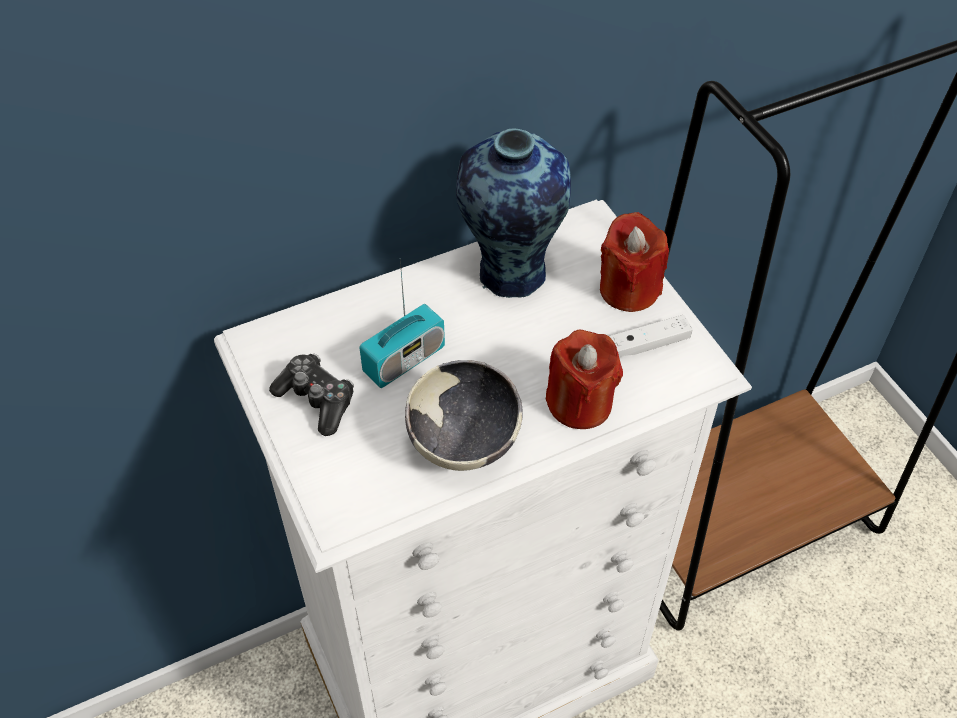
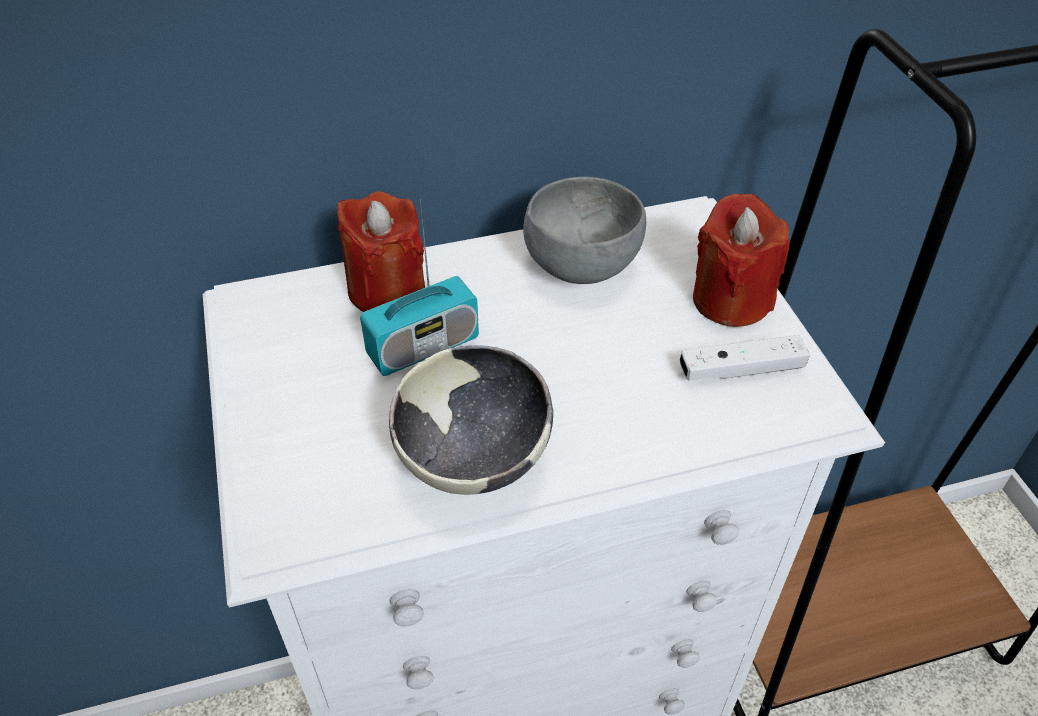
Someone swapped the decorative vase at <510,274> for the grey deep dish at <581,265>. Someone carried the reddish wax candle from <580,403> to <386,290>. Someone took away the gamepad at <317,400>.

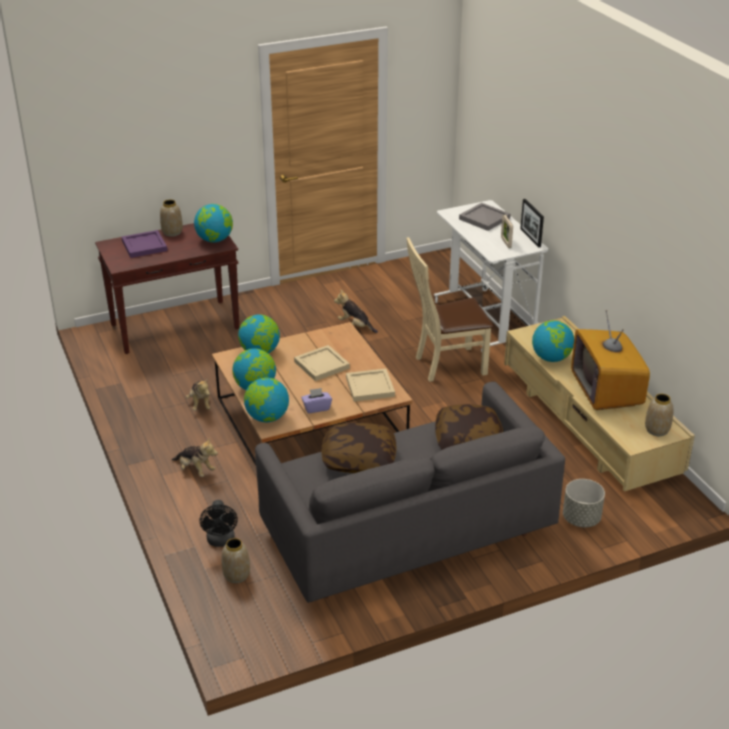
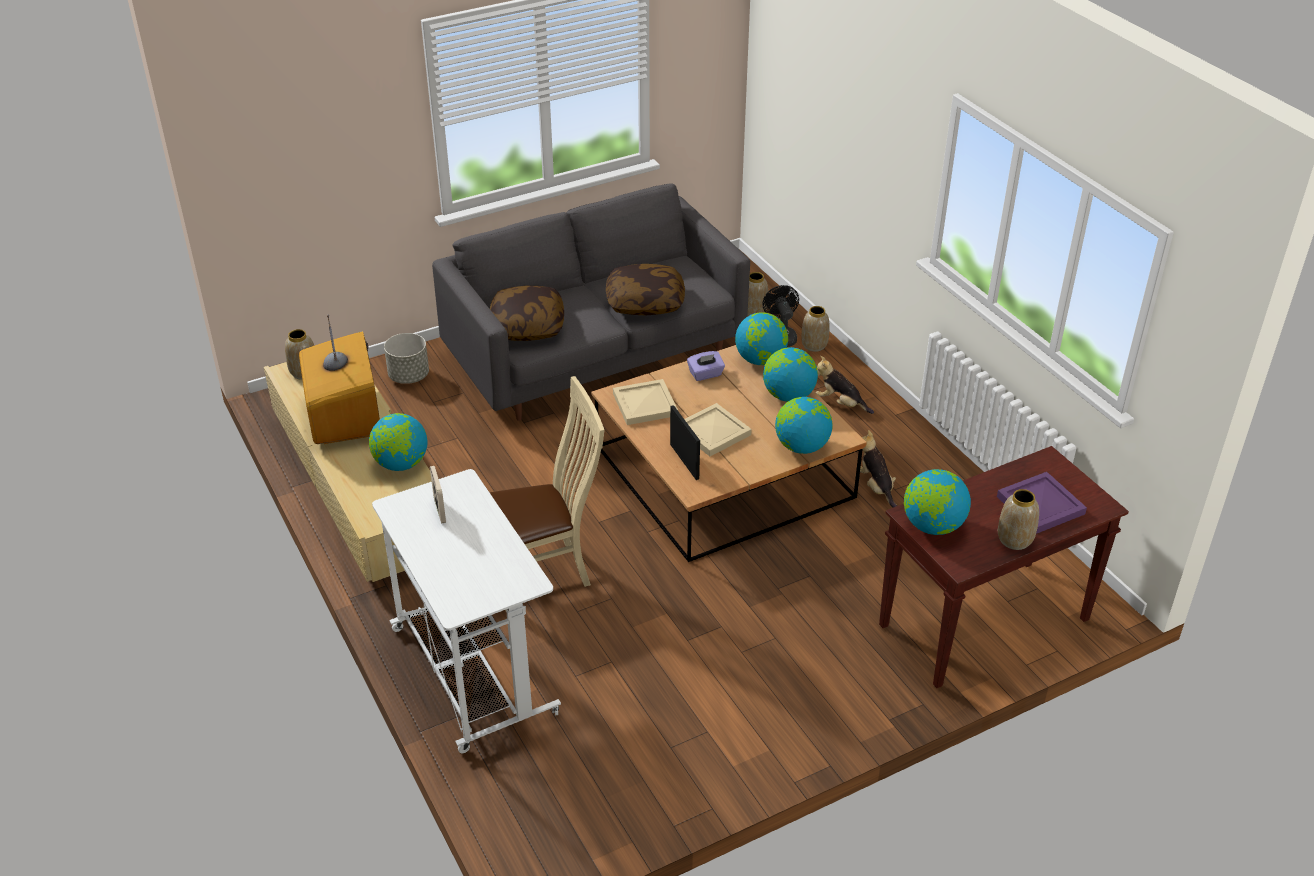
Someone carried the standing frame from <530,237> to <684,461>. Someone took away the grey tray at <483,218>. Someone took away the soft toy at <355,325>. Someone put down the decorative vase at <814,345>.

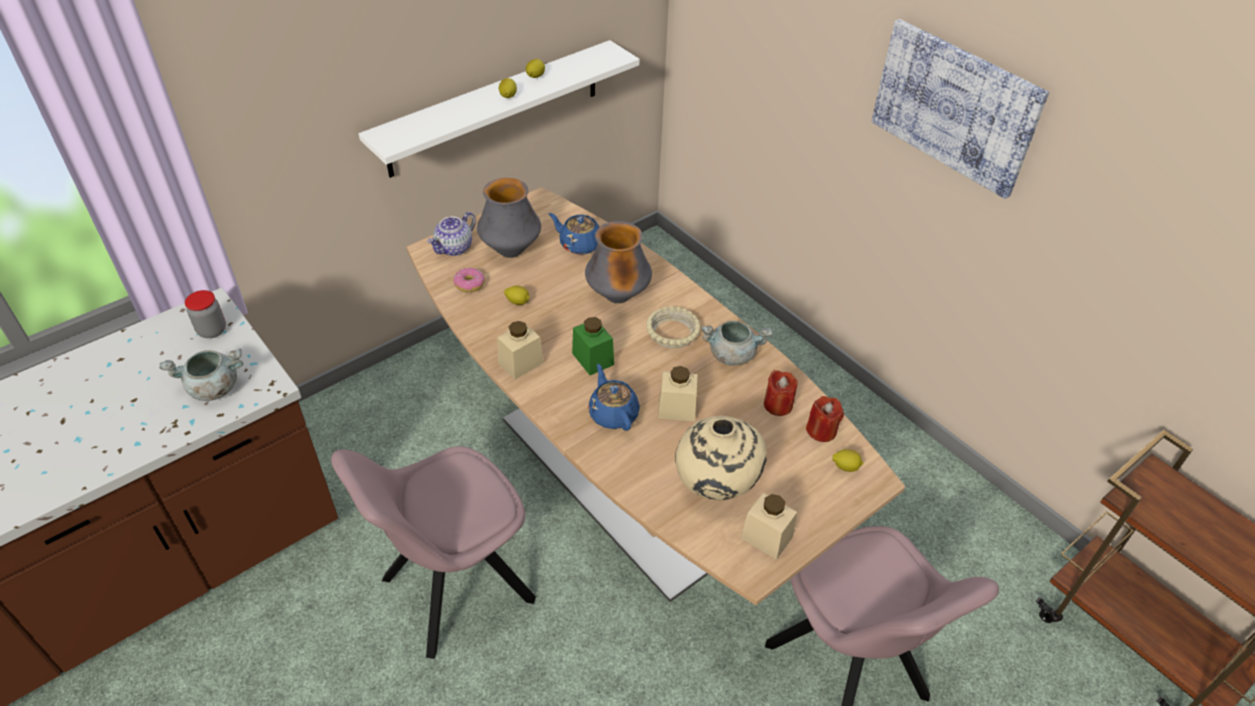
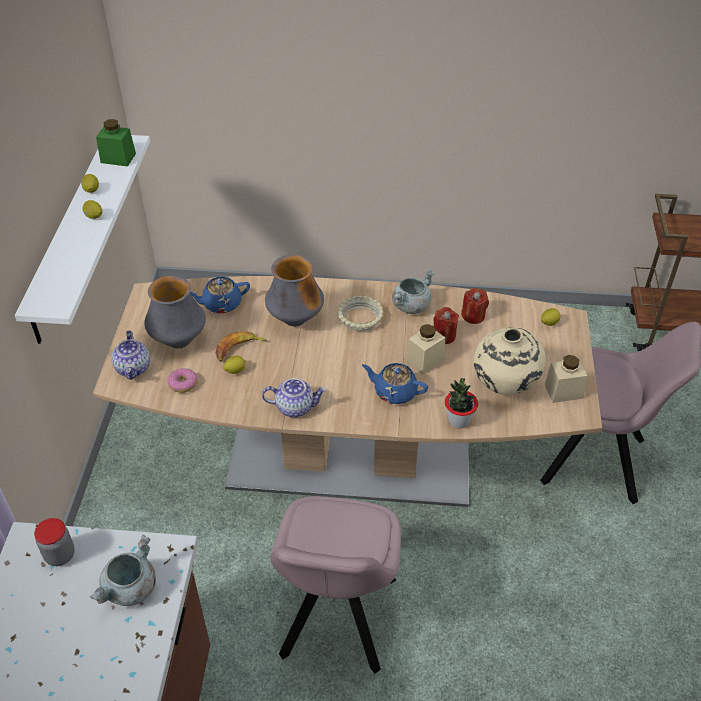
Someone took away the picture at <955,106>. Someone carried the green-coloured preserve jar from <593,359> to <118,158>. Someone swapped the beige preserve jar at <521,363> for the teapot at <295,407>. Someone carried the reddish wax candle from <821,430> to <444,336>. Someone put down the whole banana at <238,349>. Someone put down the houseplant at <458,421>.

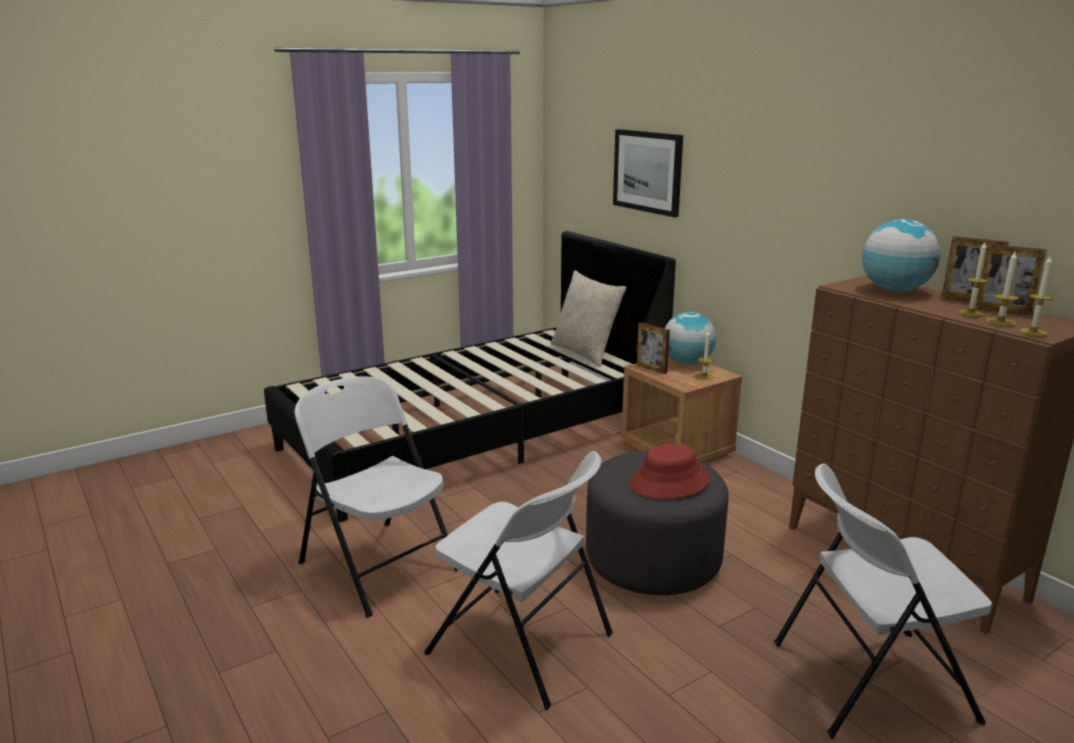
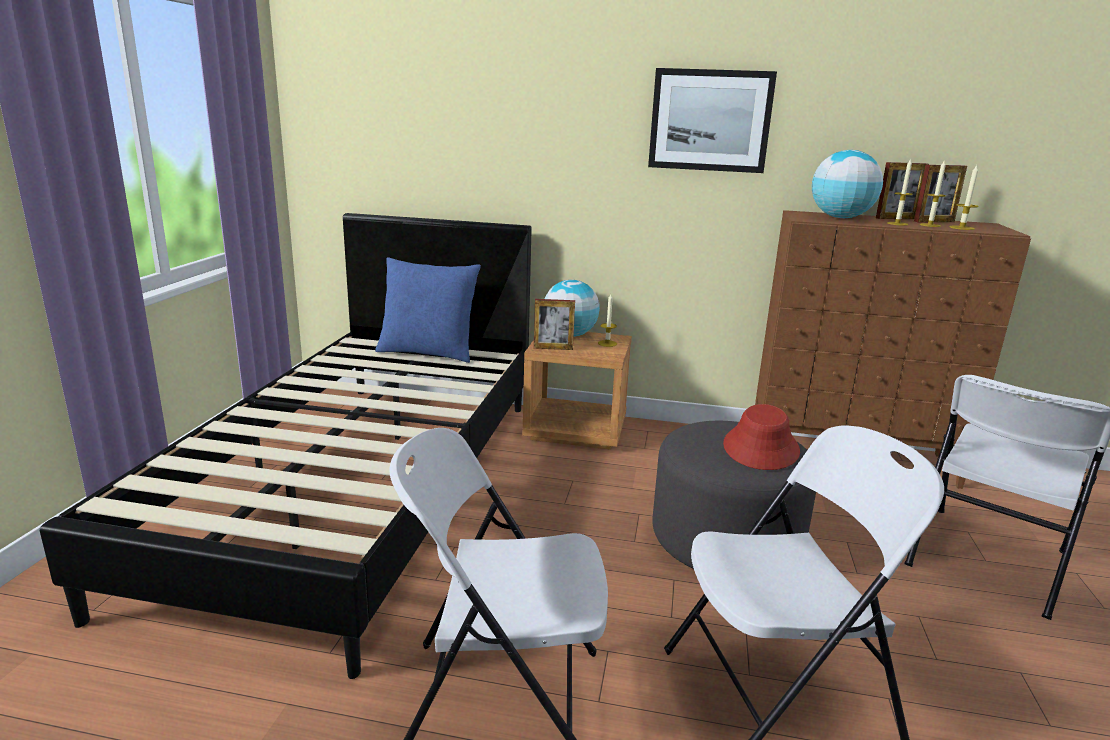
Someone carried the picture from <648,171> to <710,120>. Someone carried the wax candle from <1033,332> to <897,223>. Someone repainted the beige throw pillow at <585,353>, which became the bluish throw pillow at <428,352>.

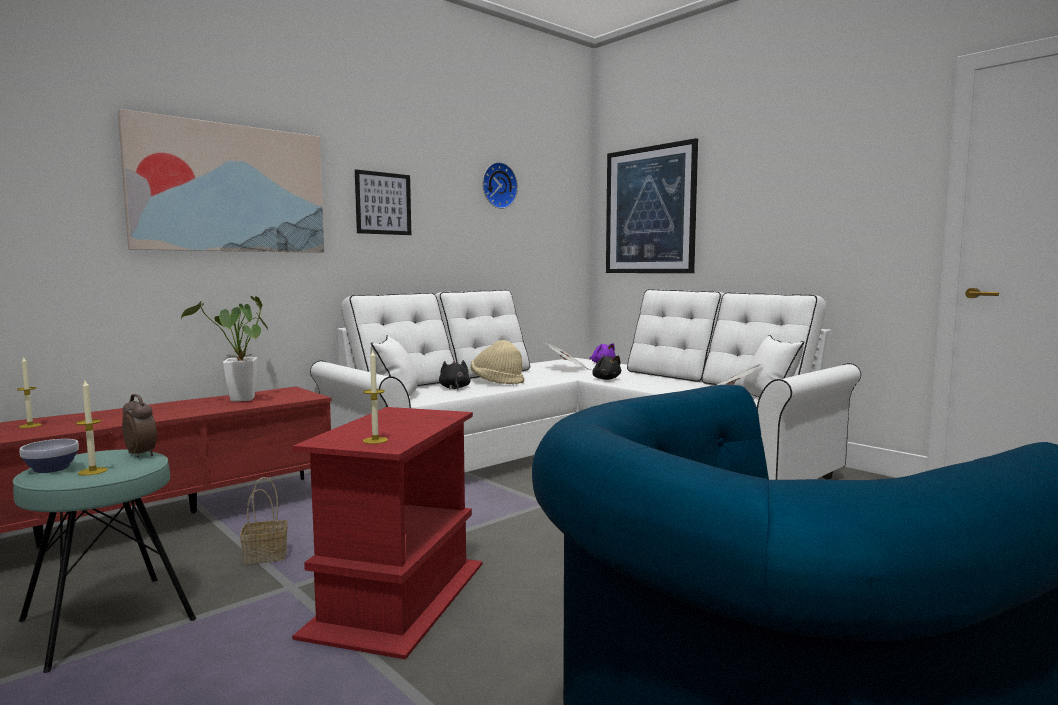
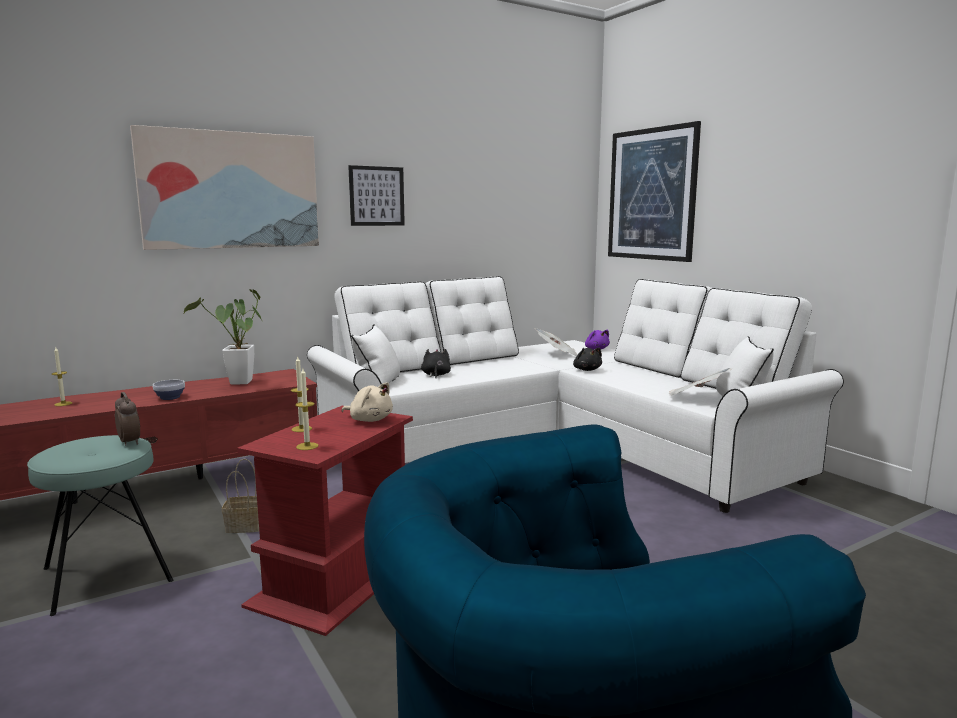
Someone took away the hanging clock at <497,185>. Someone took away the beige hat at <497,382>. Someone carried the wax candle from <93,471> to <301,429>. Someone carried the deep dish from <51,468> to <170,397>. Someone put down the beige soft toy at <369,420>.

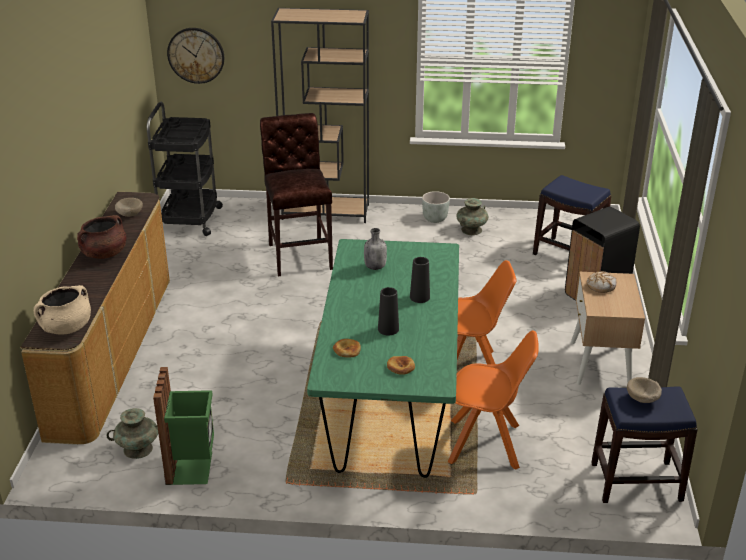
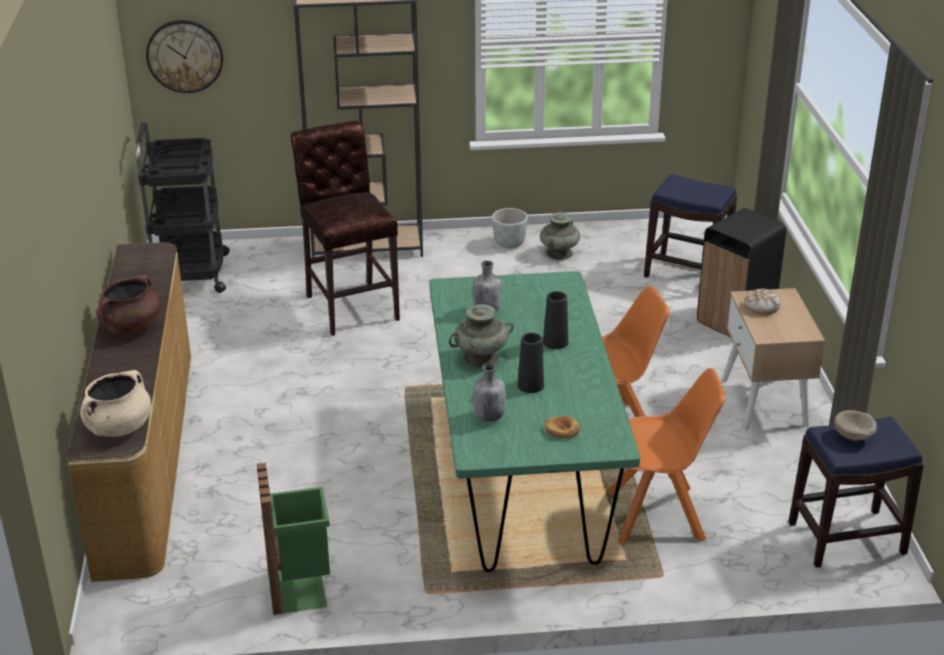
Someone took away the beige deep dish at <129,214>. Someone swapped the baked bread at <347,350> for the grey bottle at <488,416>. Someone carried the turquoise-coloured decorative vase from <138,449> to <481,358>.

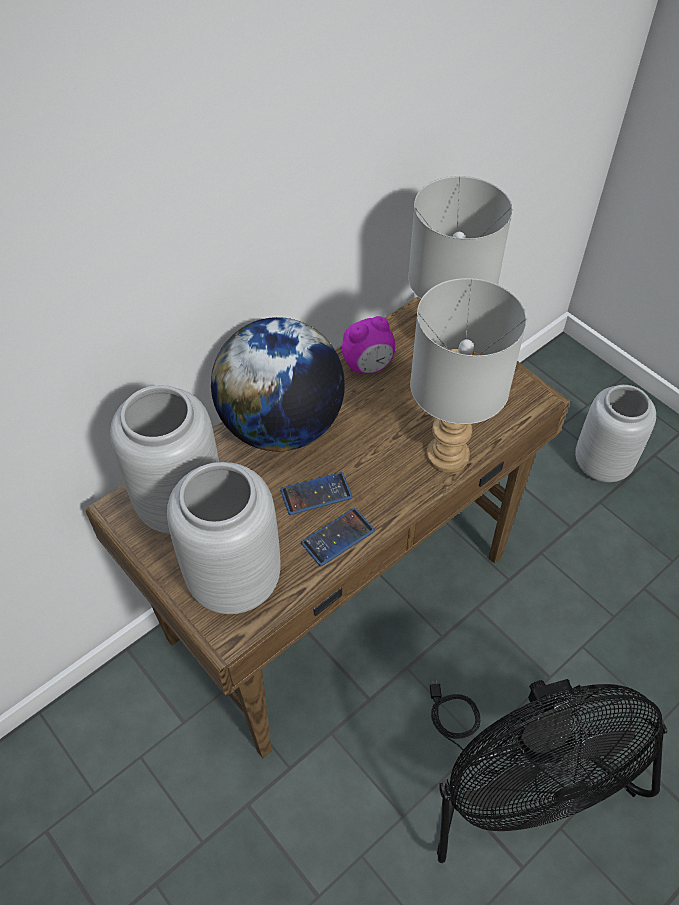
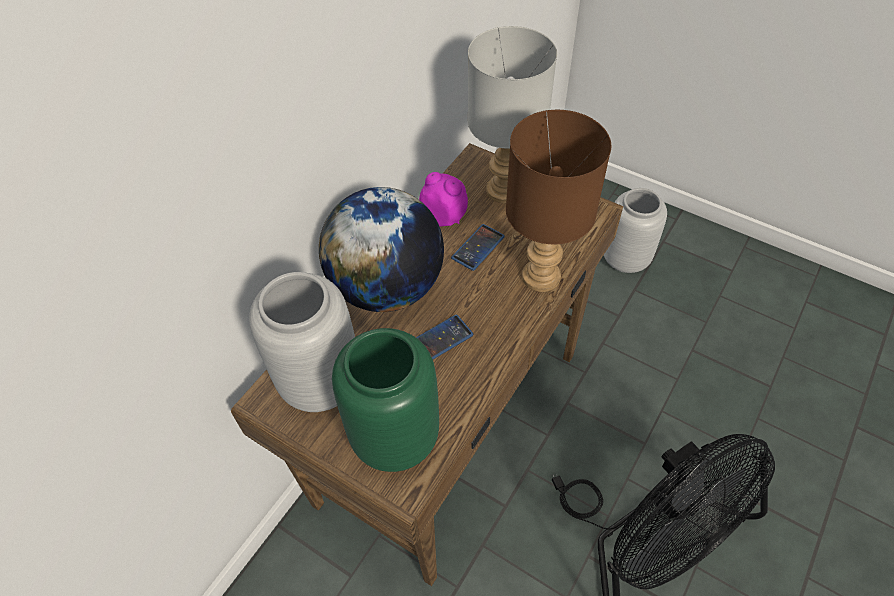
Someone repainted the grey tabletop lamp at <447,456>, which became the brown-coloured tabletop lamp at <541,278>. Someone rotated the alarm clock at <368,366> by 105 degrees counterclockwise. Someone repainted the grey decorative vase at <233,581>, which became the green-coloured decorative vase at <394,439>. Someone carried the phone from <338,537> to <478,247>.

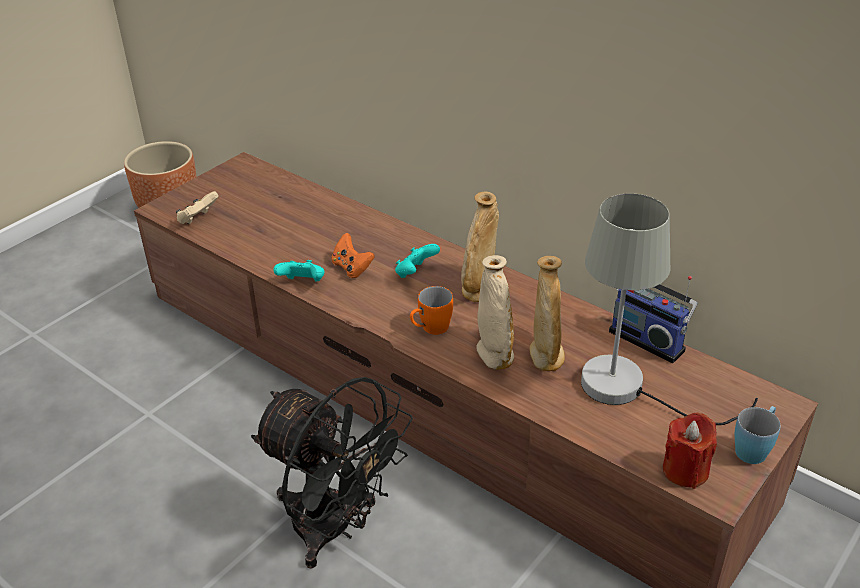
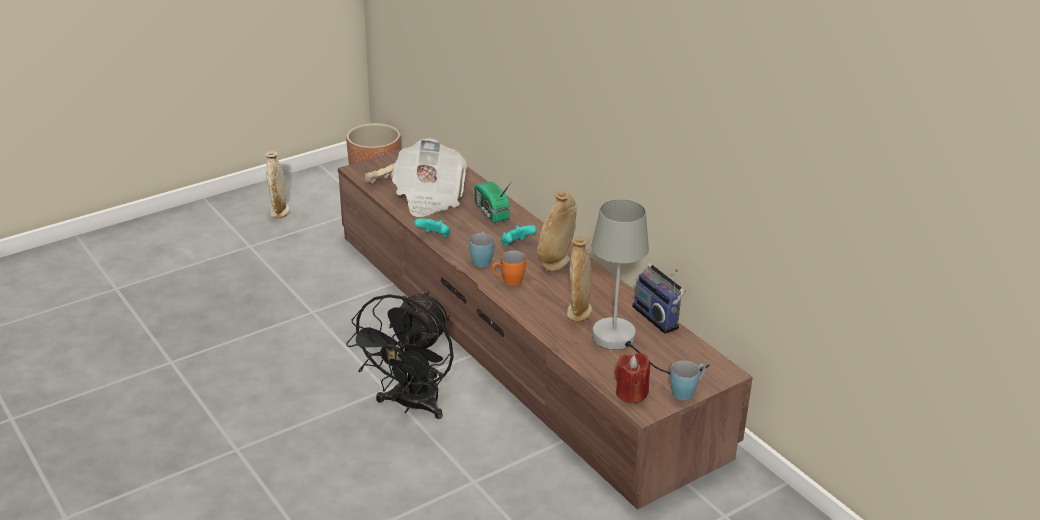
Someone took away the orange-coloured gamepad at <352,268>. Someone carried the beige decorative vase from <495,354> to <279,211>. Someone rotated the blackish electric fan at <336,529> by 60 degrees clockwise. Someone put down the daily paper at <429,197>. Someone put down the radio set at <491,212>. Someone put down the bluish tea mug at <481,259>.

